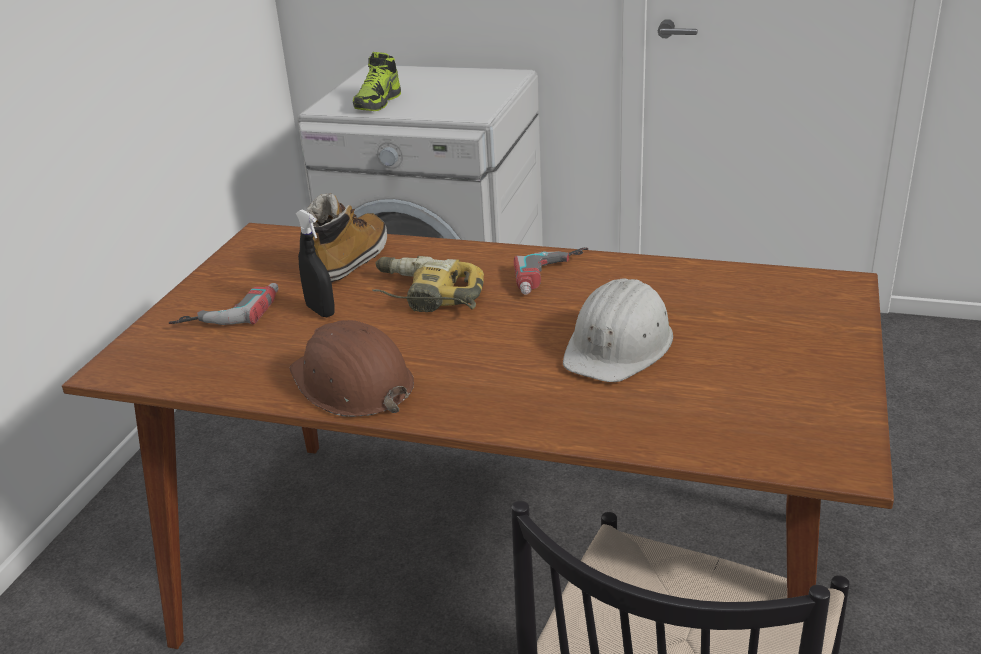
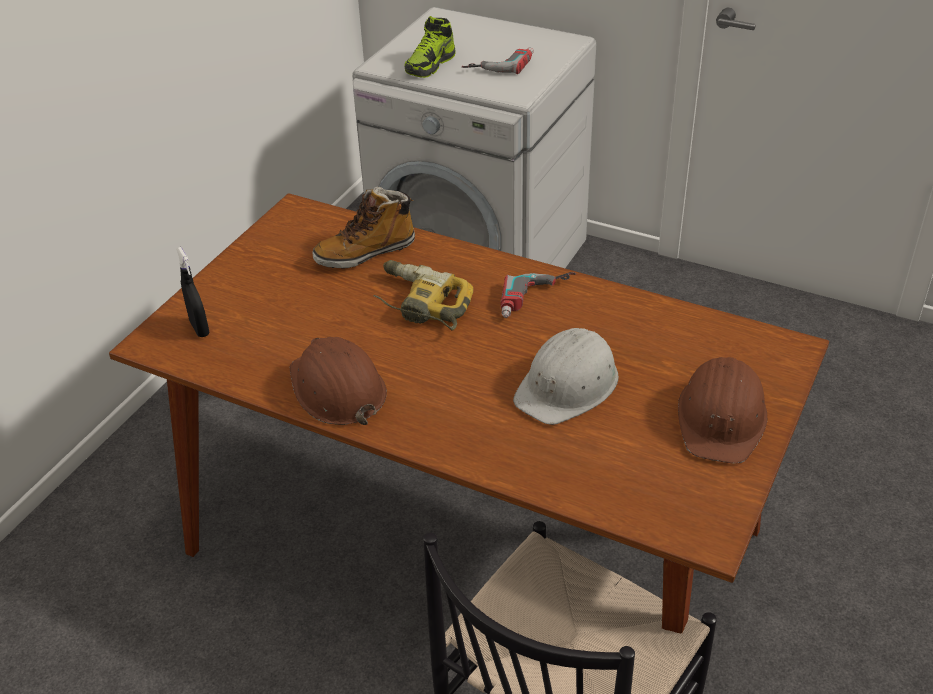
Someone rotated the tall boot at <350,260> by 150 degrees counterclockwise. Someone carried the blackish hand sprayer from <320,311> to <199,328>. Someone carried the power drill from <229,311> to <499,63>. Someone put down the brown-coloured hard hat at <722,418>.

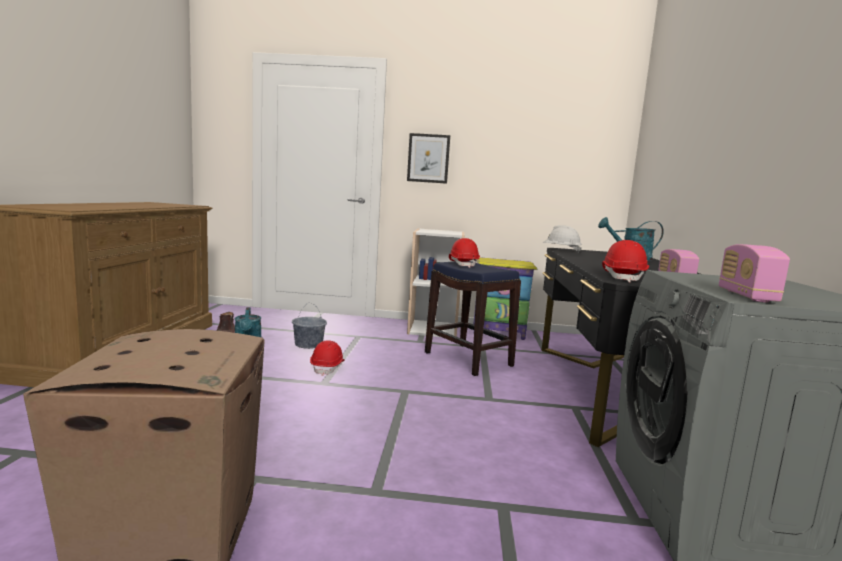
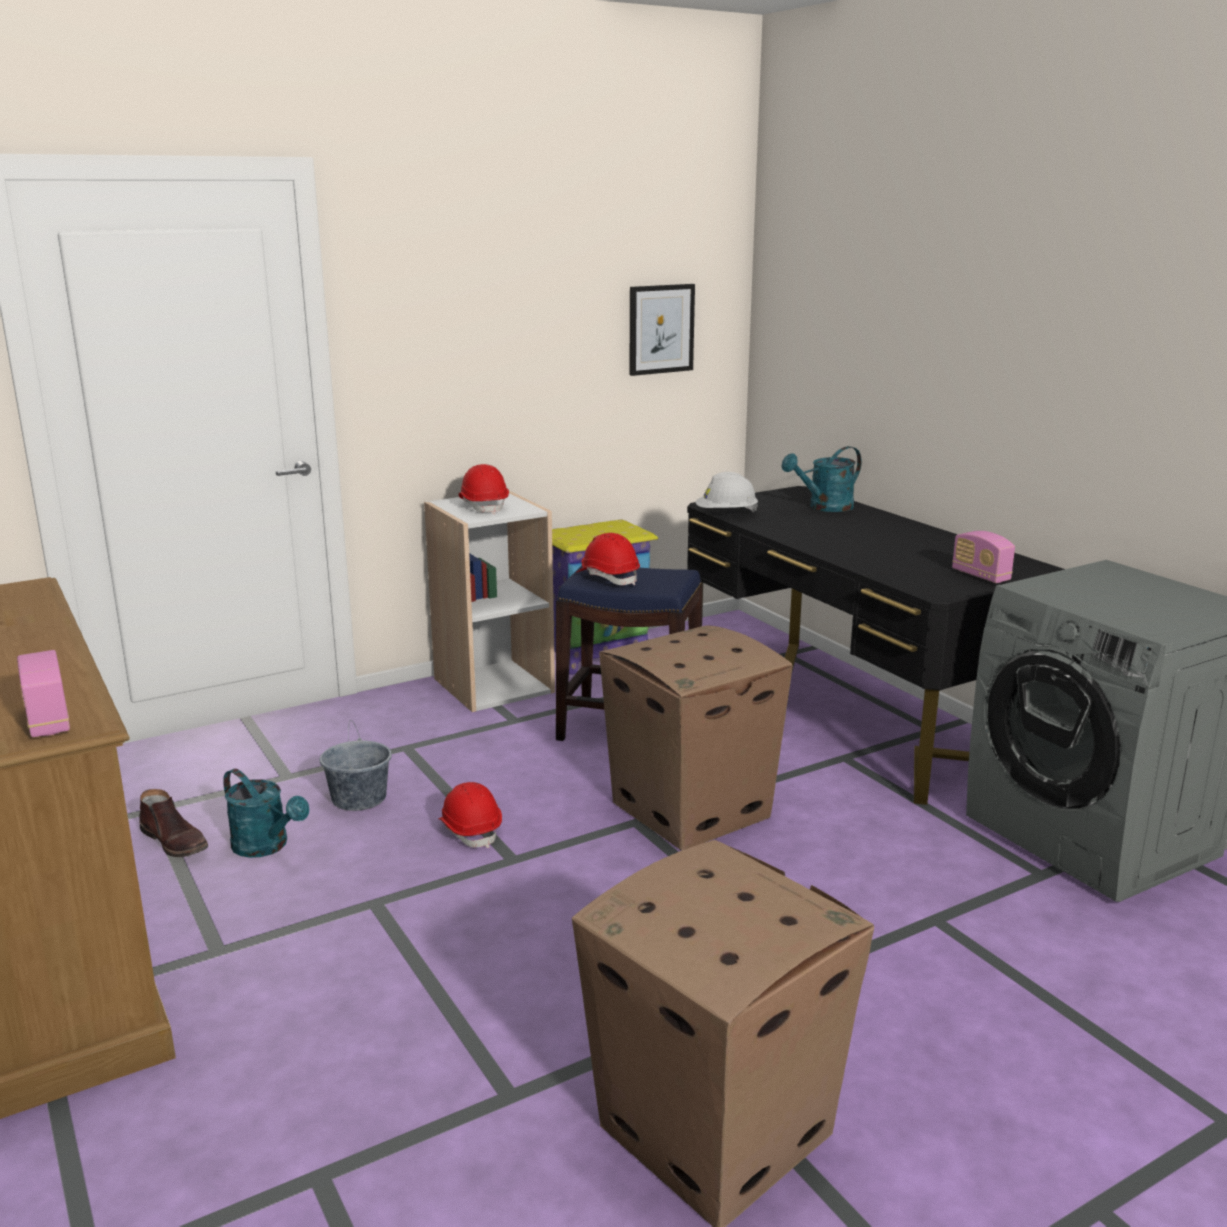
Someone carried the picture from <428,158> to <661,329>. Someone carried the reddish hard hat from <623,277> to <484,506>. Someone carried the radio set from <746,296> to <48,720>. Someone put down the cardboard box at <692,810>.

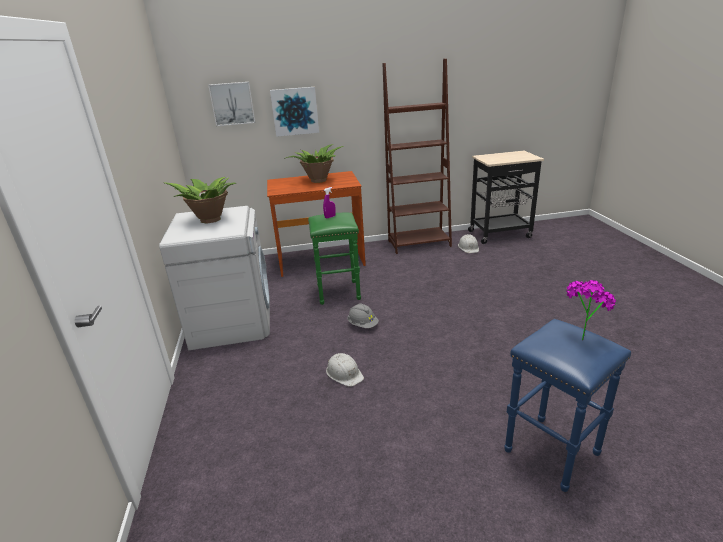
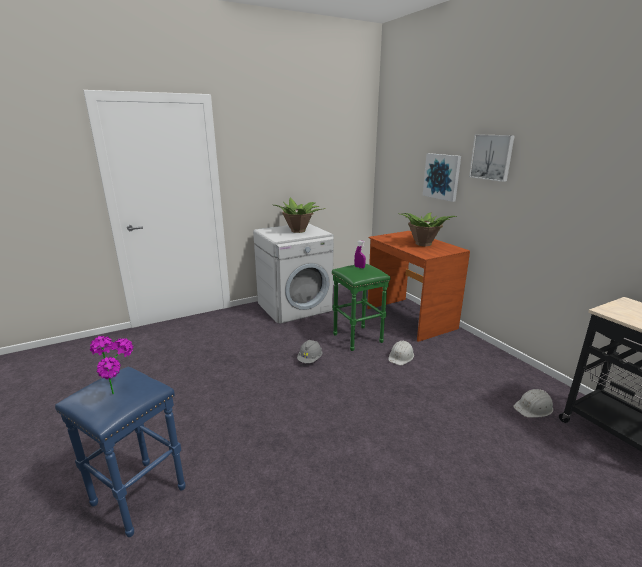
Someone took away the brown-coloured bookshelf at <419,243>. Someone carried the picture from <232,103> to <492,157>. Someone carried the white hard hat from <344,373> to <401,356>.

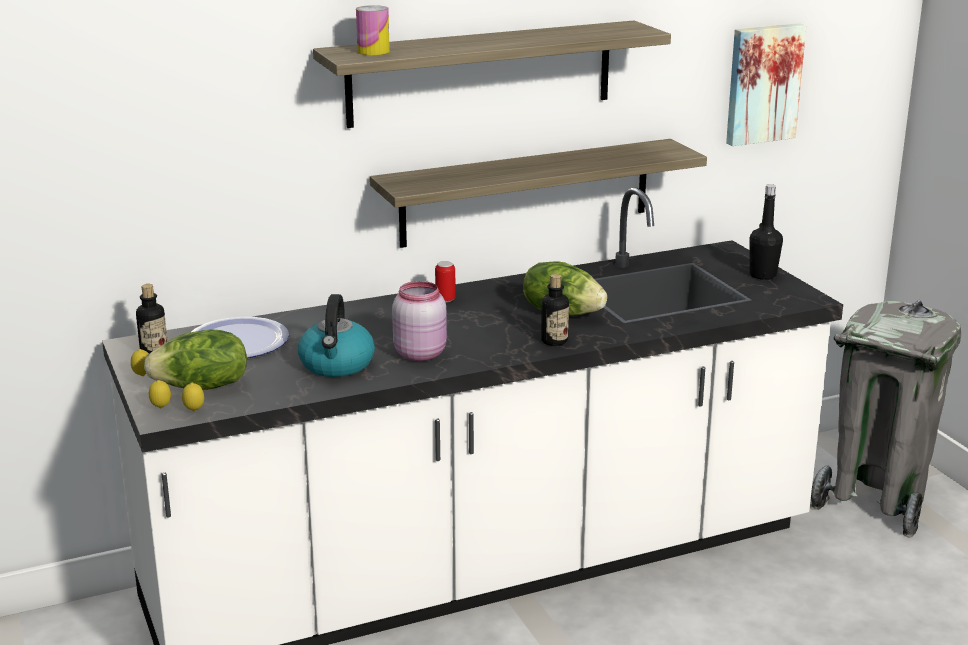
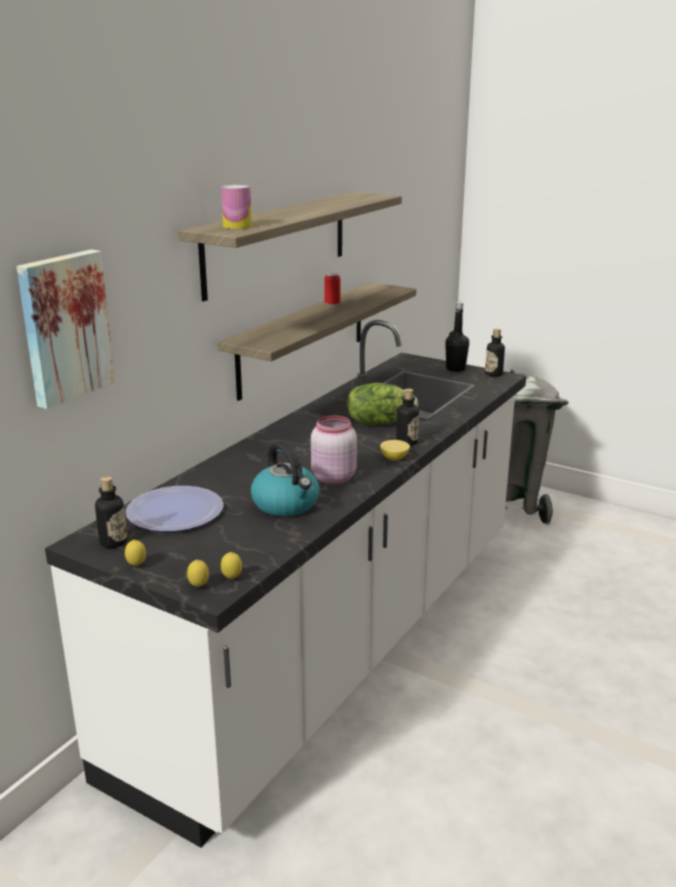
Someone carried the picture from <762,83> to <64,327>. Someone carried the sealed can from <445,300> to <332,304>. Someone took away the lettuce at <202,387>. Someone put down the bottle at <493,374>. Someone put down the whole lemon at <394,458>.

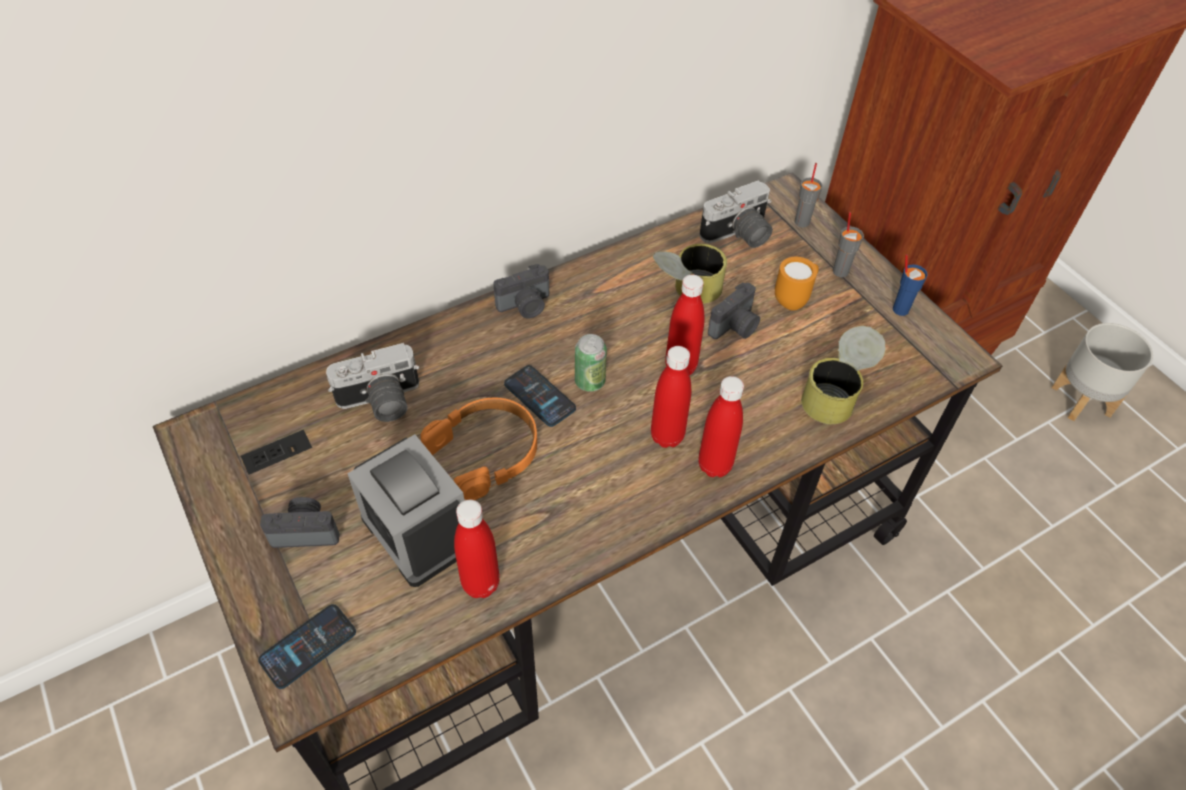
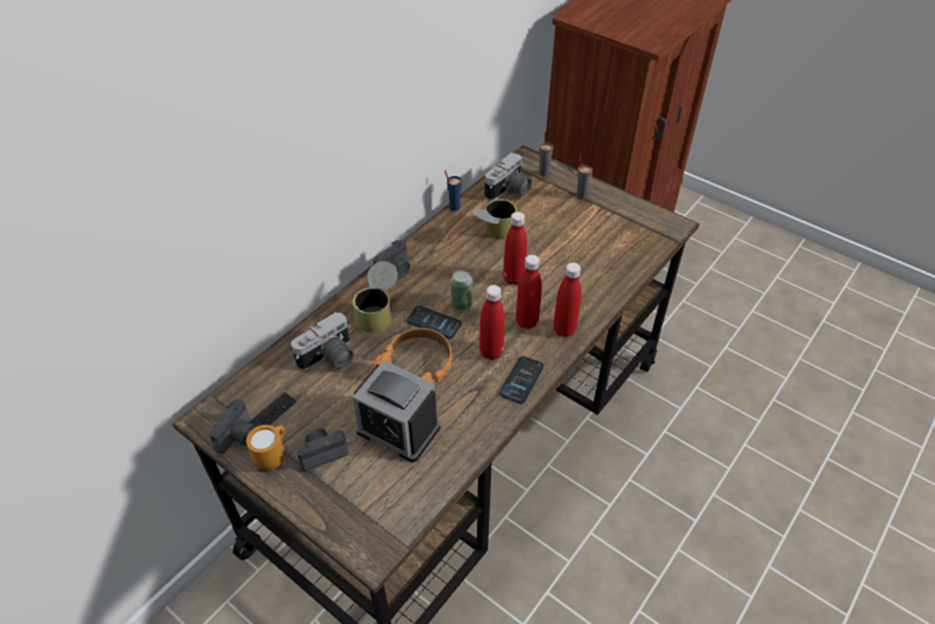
Someone carried the bluish small cup from <900,309> to <454,207>. Someone carried the orange-coloured tea mug from <794,300> to <274,457>. Someone carried the photo camera from <735,327> to <239,436>. Someone took away the grey plant pot at <1082,400>. Someone carried the sealed can from <837,394> to <378,311>. Someone carried the reddish bottle from <480,583> to <491,352>. Someone carried the phone from <308,646> to <521,380>.

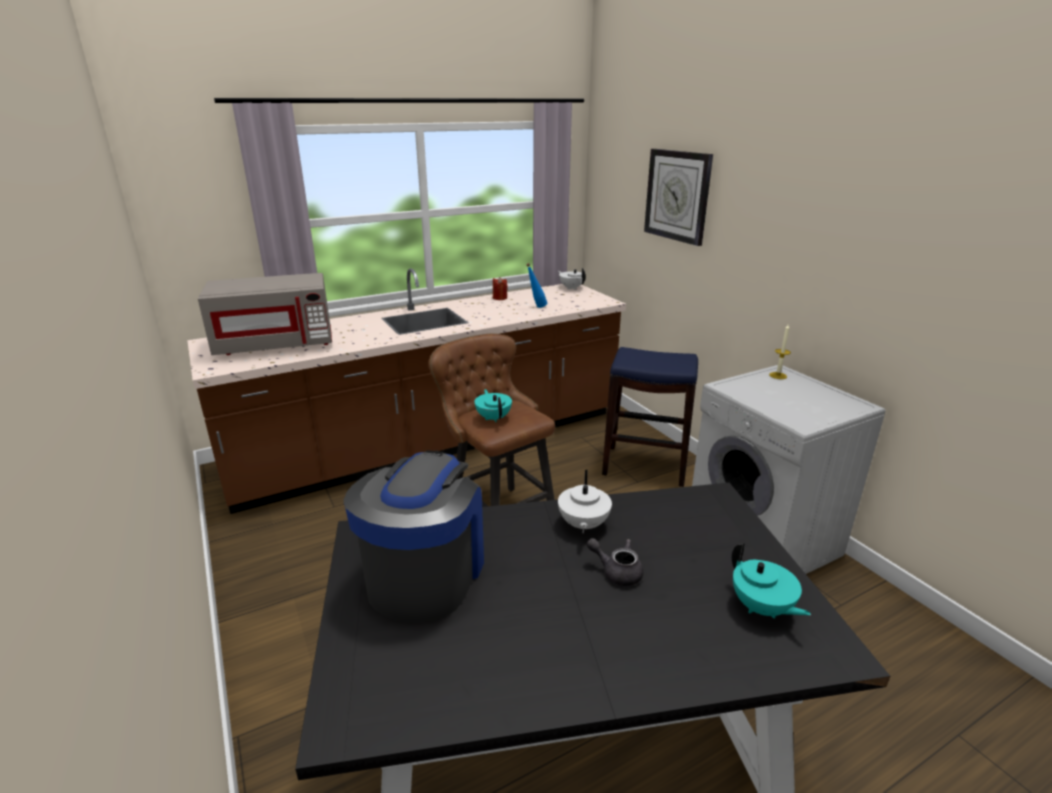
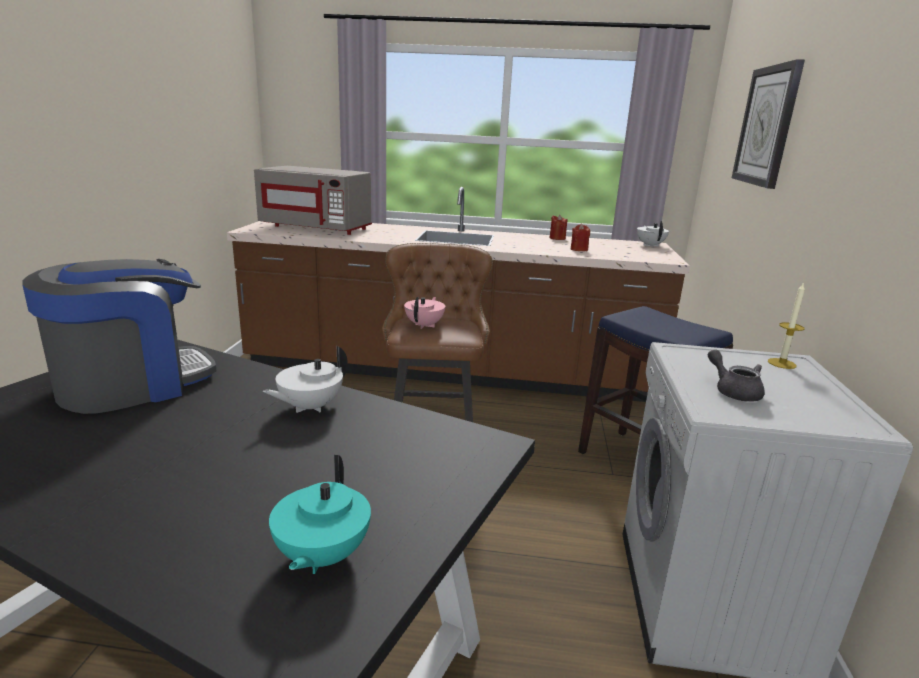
Someone swapped the bluish bottle at <536,307> for the reddish wax candle at <579,249>. Someone repainted the turquoise-coloured teapot at <493,418>, which became the pink-coloured teapot at <425,325>. Someone carried the grey teapot from <617,571> to <733,391>.

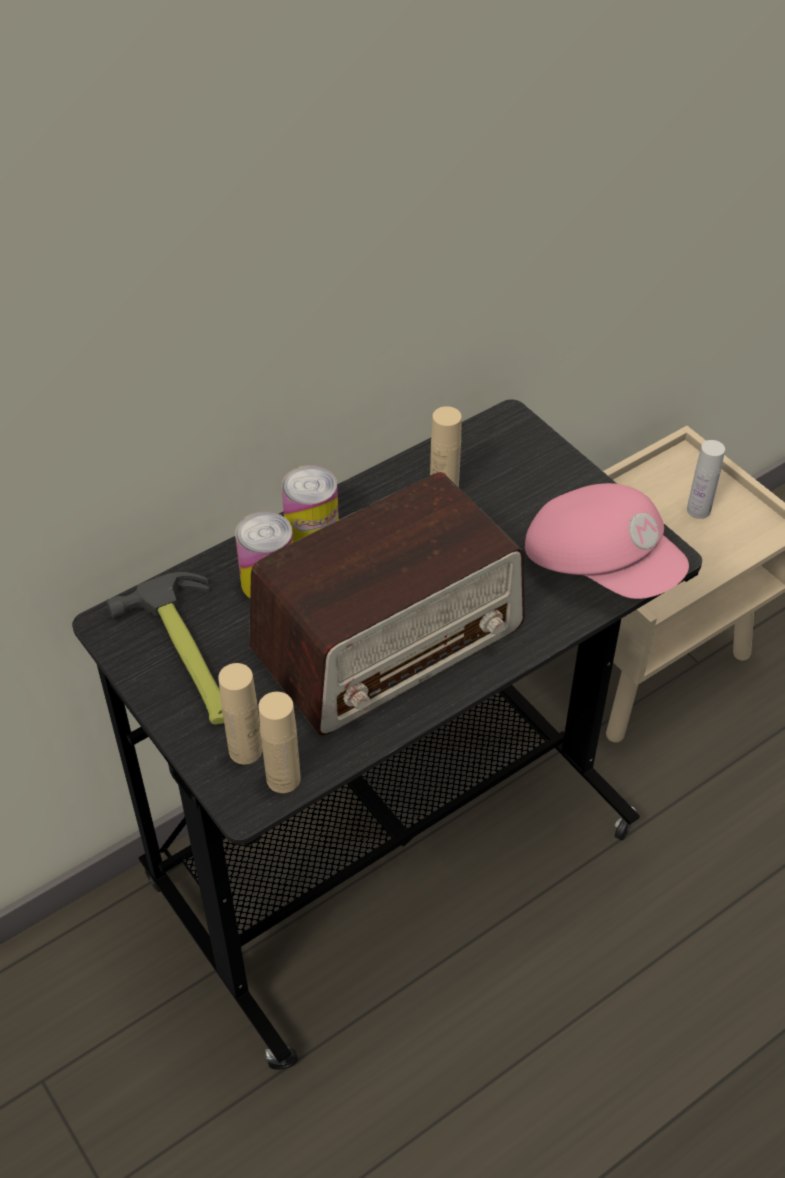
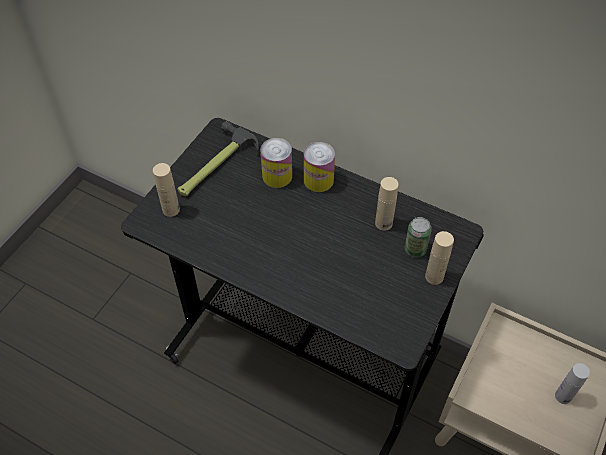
Someone took away the radio set at <389,639>. Someone took away the pink-coloured cap at <602,564>. Someone carried the beige bottle from <283,778> to <434,276>. Someone put down the sealed can at <415,249>.

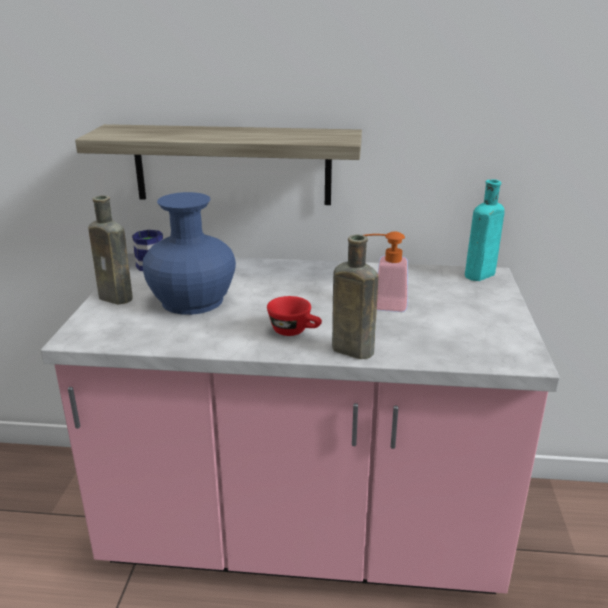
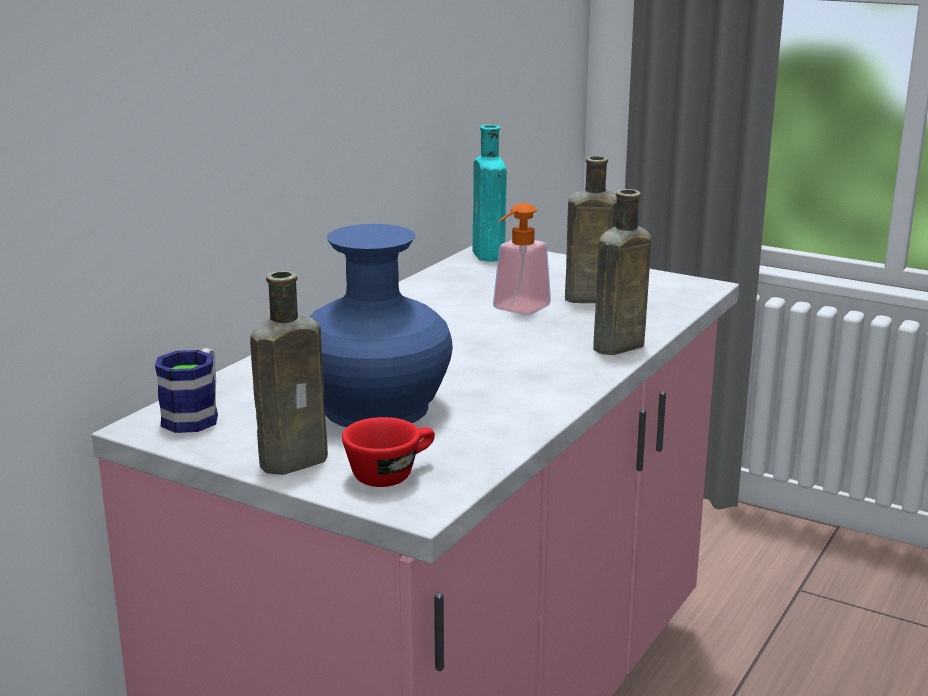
Someone took away the bracket shelf at <232,165>. Someone carried the reddish small cup from <295,331> to <391,474>. Someone put down the brown-coloured bottle at <586,298>.

